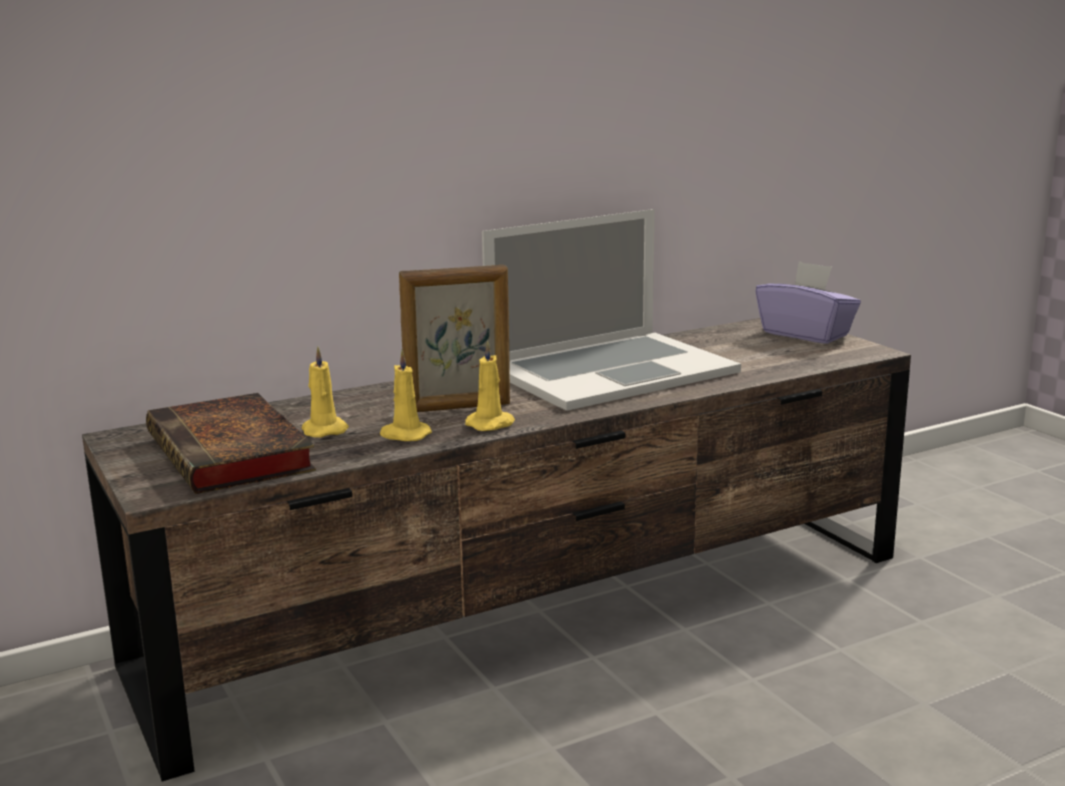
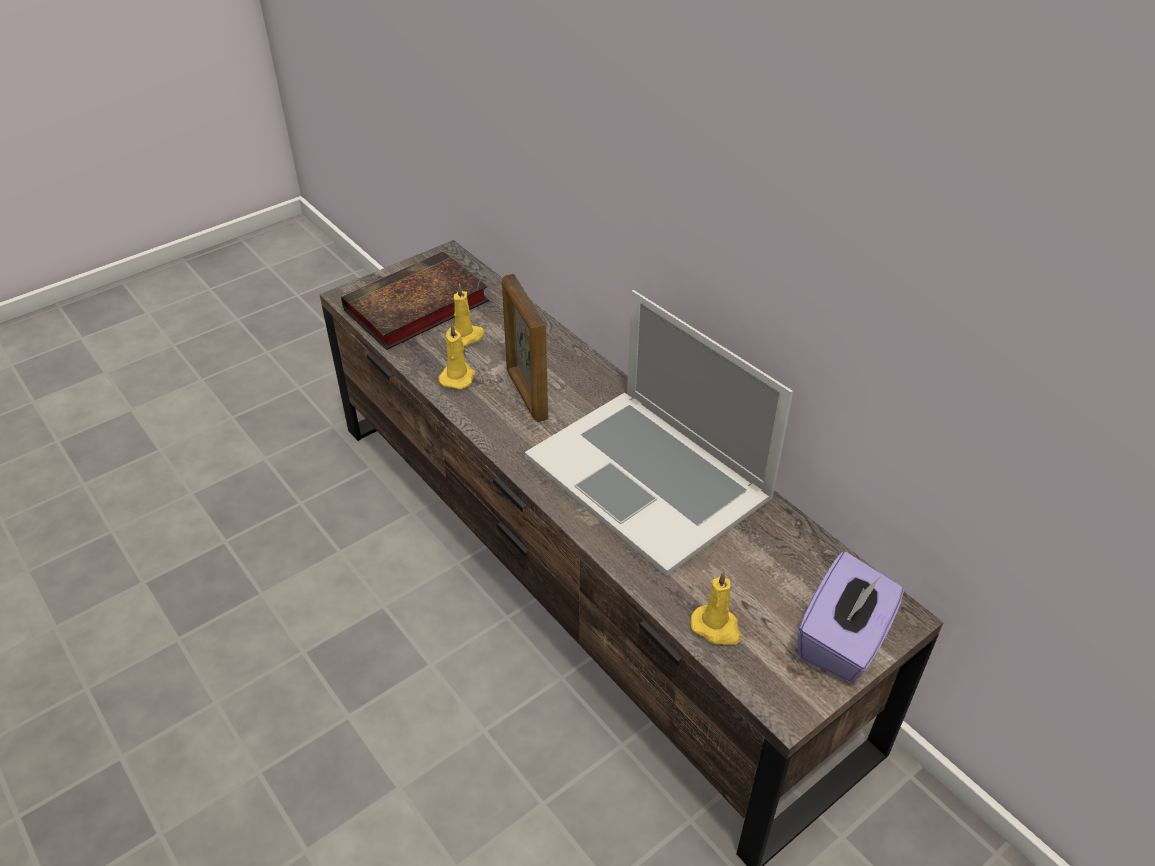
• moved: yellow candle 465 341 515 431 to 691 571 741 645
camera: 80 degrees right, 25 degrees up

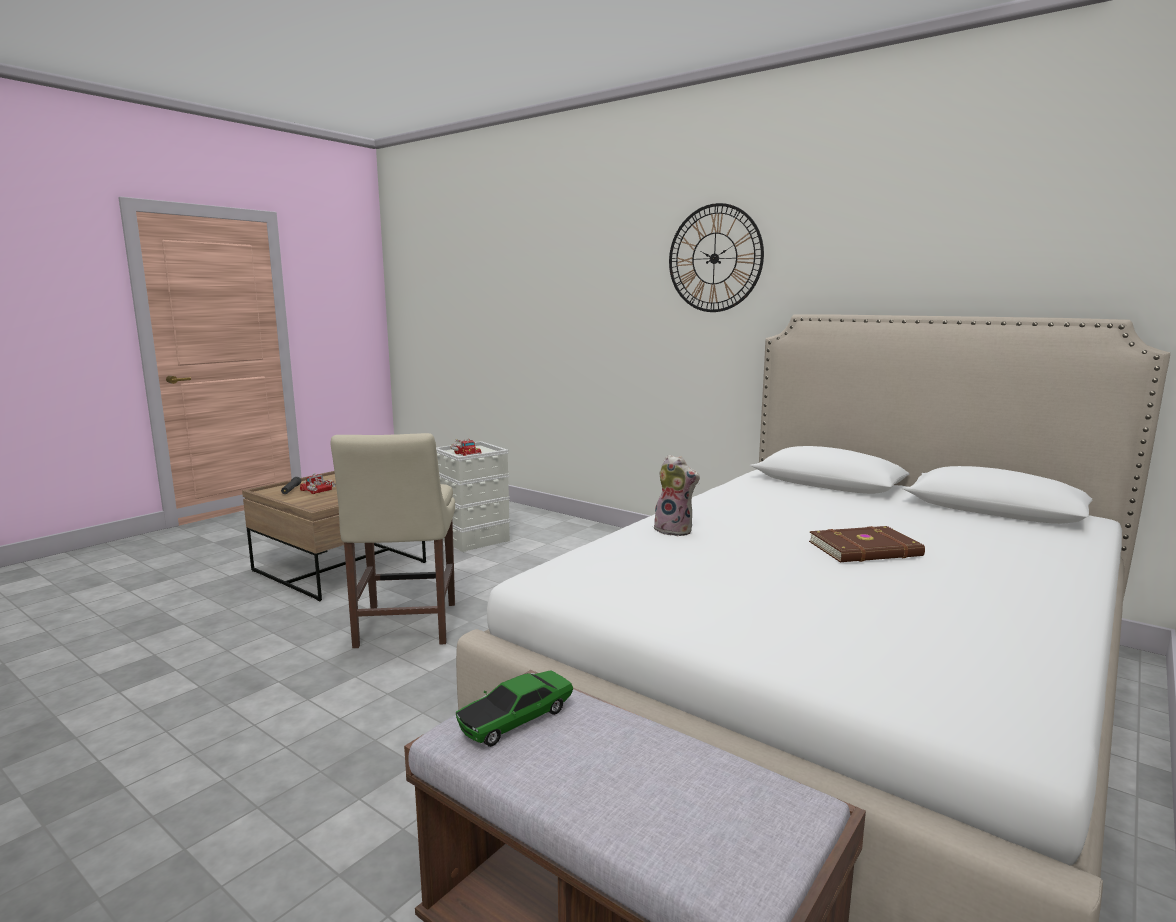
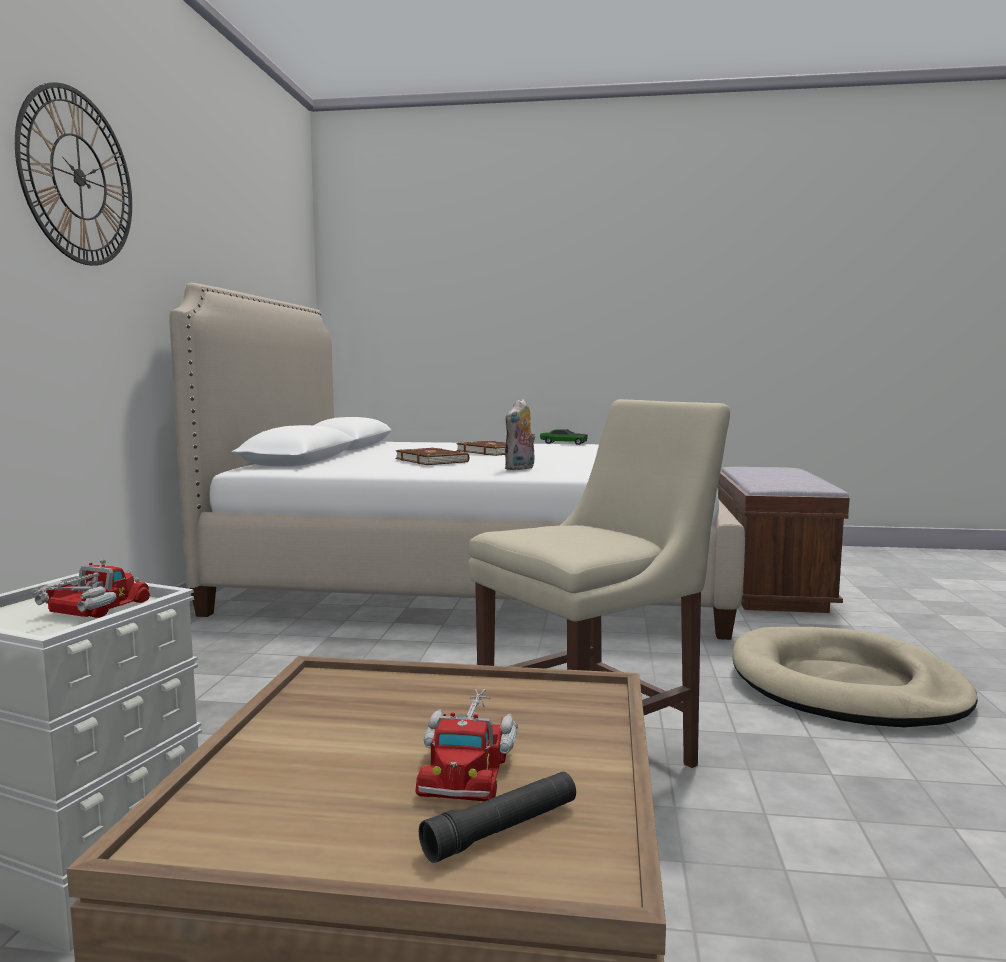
• added: brown book 395 447 469 465
• added: beige dog bed 733 627 978 727
• moved: toy car 456 670 573 747 to 540 429 588 445
• turned: plush toy 654 454 700 536 = 504 399 535 470 150 degrees counterclockwise
camera: 120 degrees left, 5 degrees down

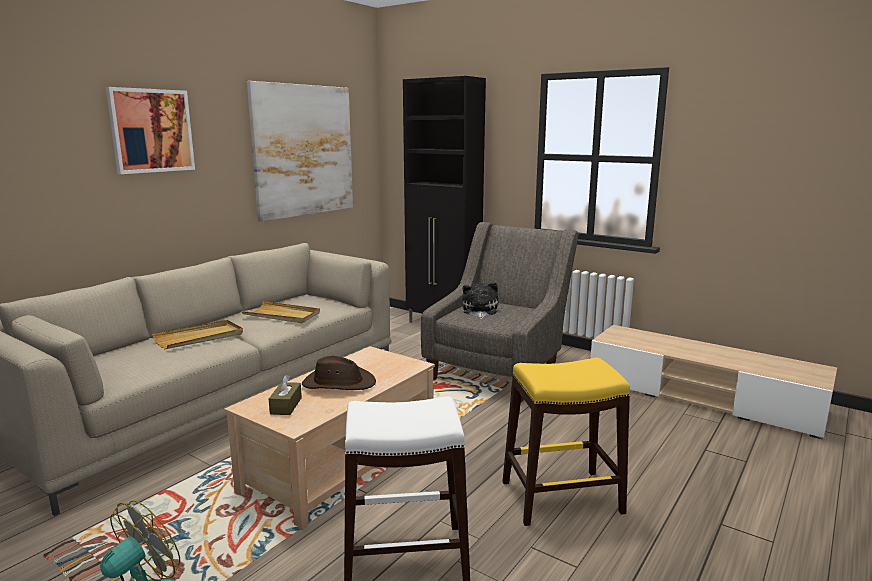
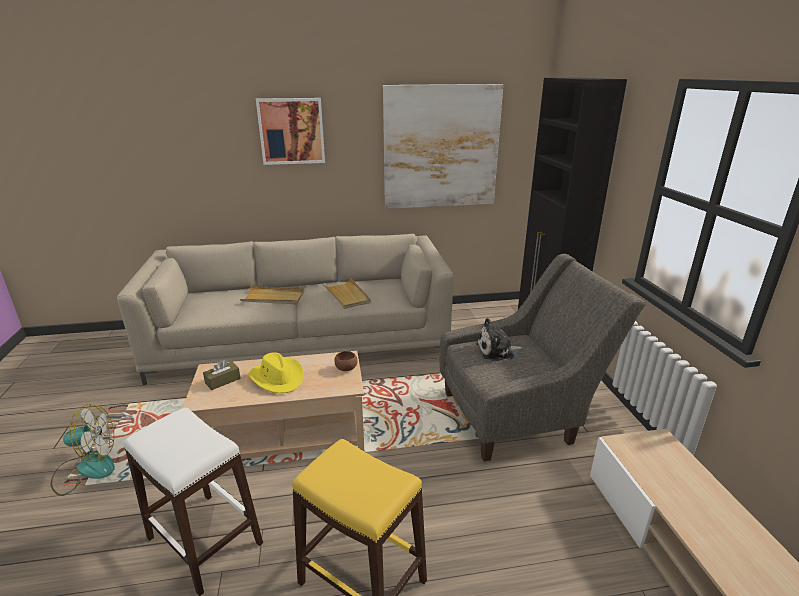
• added: brown bowl 334 351 358 371
• recoloured: brown hat 302 356 376 390 to yellow hat 248 352 303 393
• turned: plush toy 462 282 498 319 = 476 318 523 361 150 degrees counterclockwise
camera: 45 degrees right, 10 degrees up

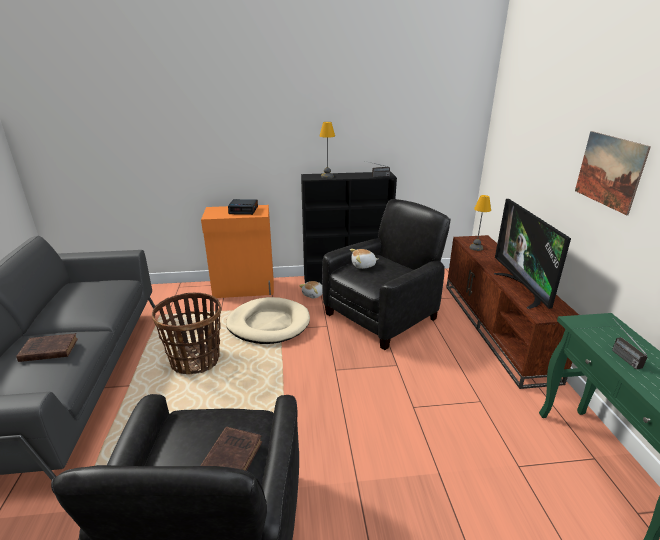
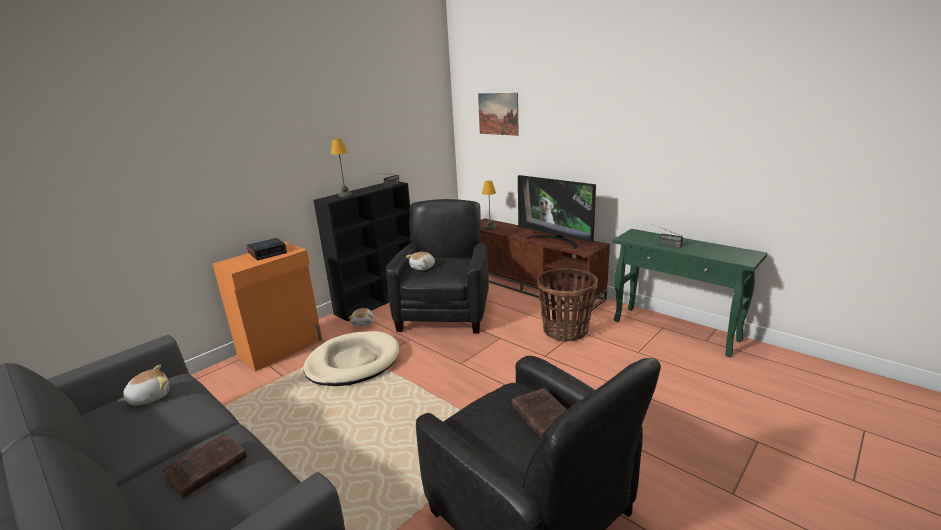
• added: plush toy 118 365 169 406
• moved: basket 152 293 221 374 to 537 268 598 342
• moved: picture 575 131 651 215 to 478 93 519 136
camera: 40 degrees left, 5 degrees down

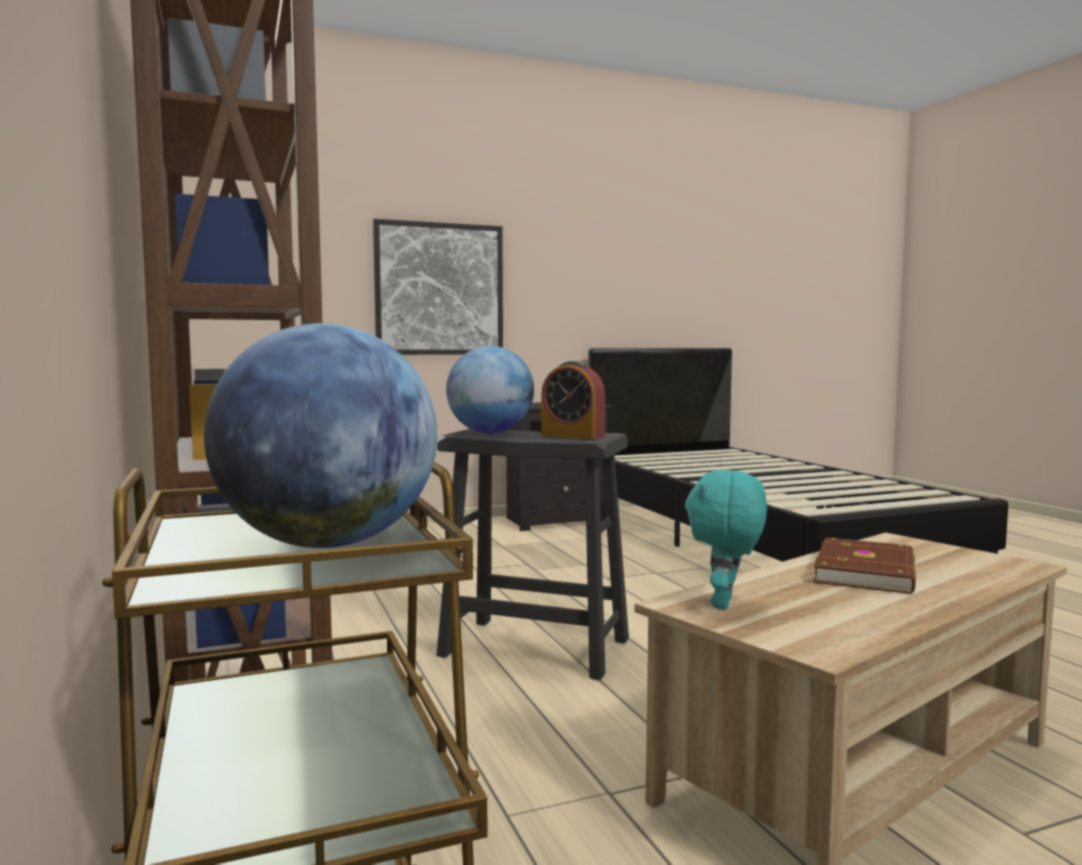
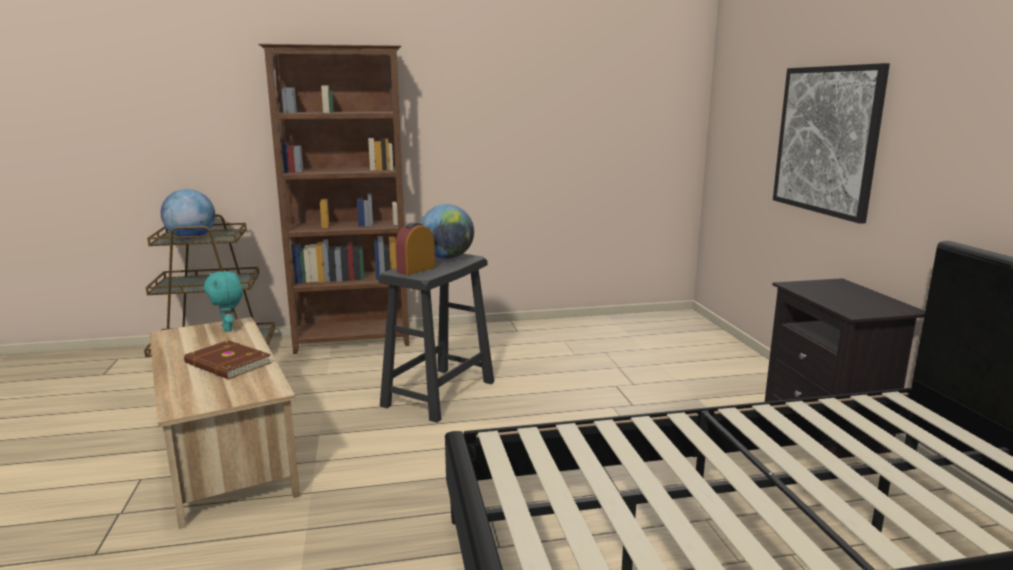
• turned: turquoise plush toy 685 470 767 609 = 204 271 243 332 150 degrees counterclockwise
camera: 100 degrees right, 10 degrees up

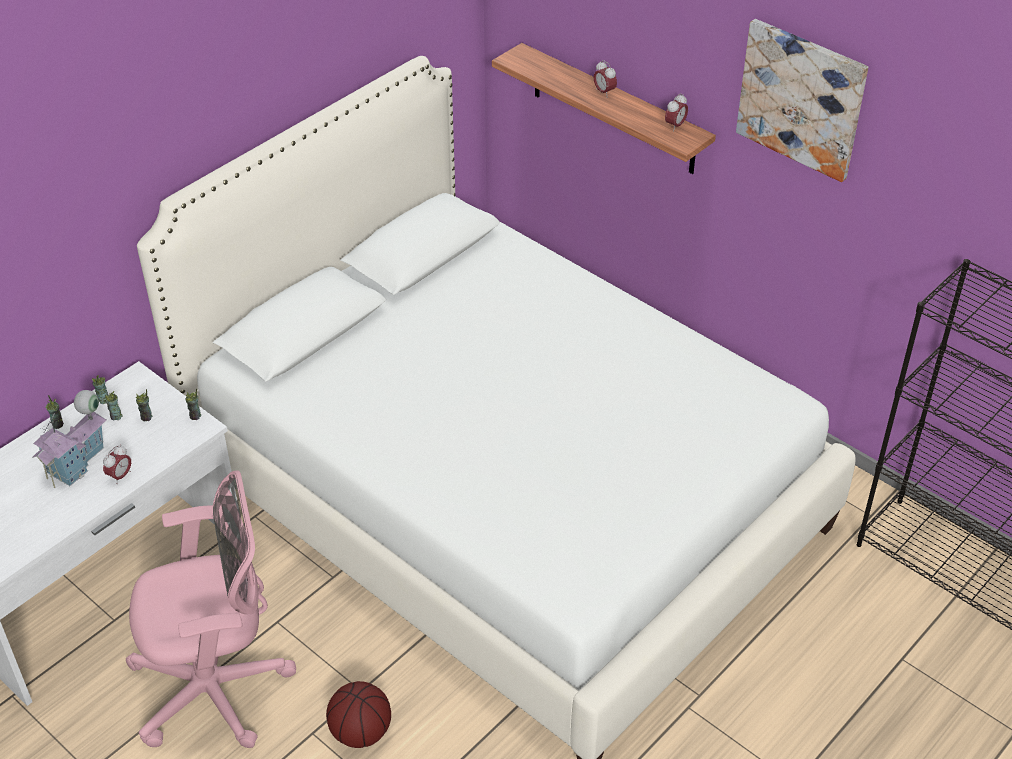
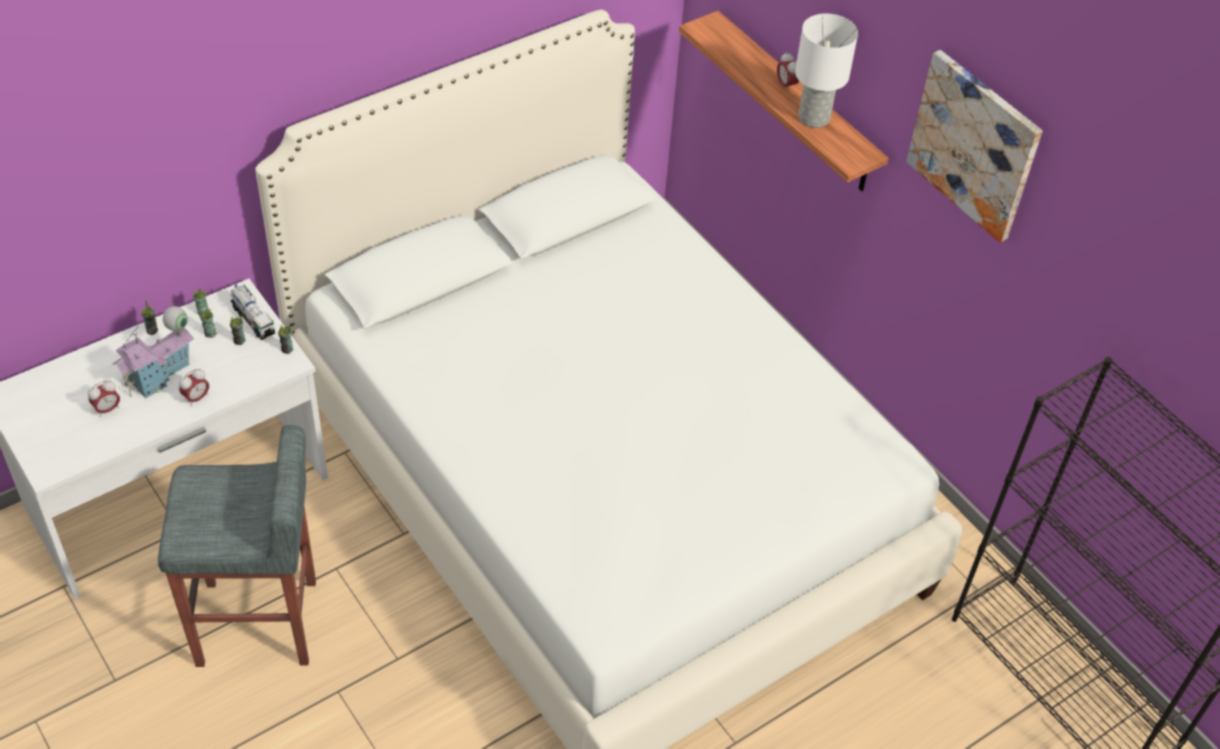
• removed: basketball 326 681 391 748
• added: toy truck 230 284 275 340
• added: white table lamp 795 14 858 128
• moved: alarm clock 665 93 688 129 to 88 380 120 417
• replaced: pink office chair 126 470 296 748 to grey stool 158 425 316 667
camera: 10 degrees right, 5 degrees up

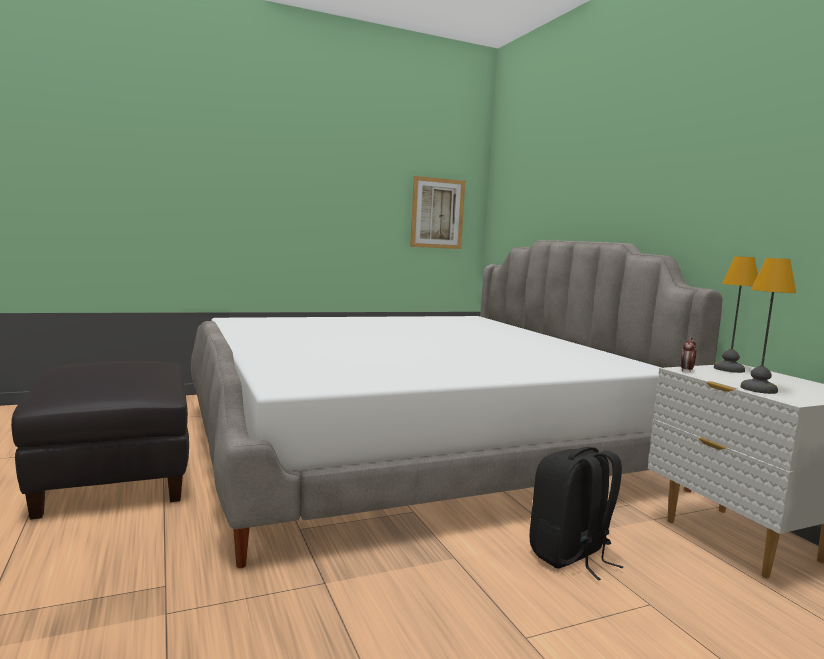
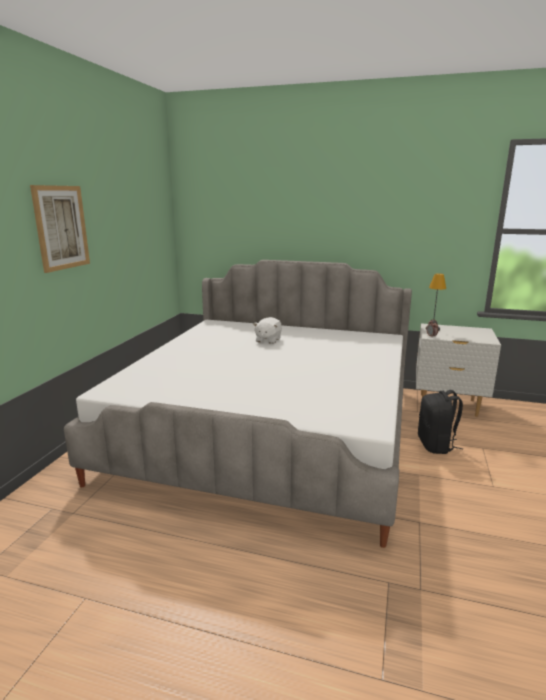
• removed: black ottoman 11 361 189 520
• removed: table lamp 740 258 796 394
• added: white plush toy 253 317 282 344
• moved: picture 410 176 465 249 to 30 185 90 273
camera: 50 degrees left, 10 degrees up

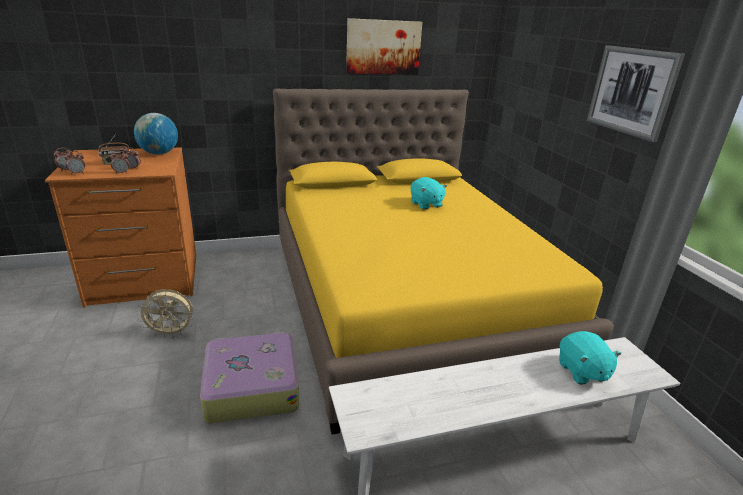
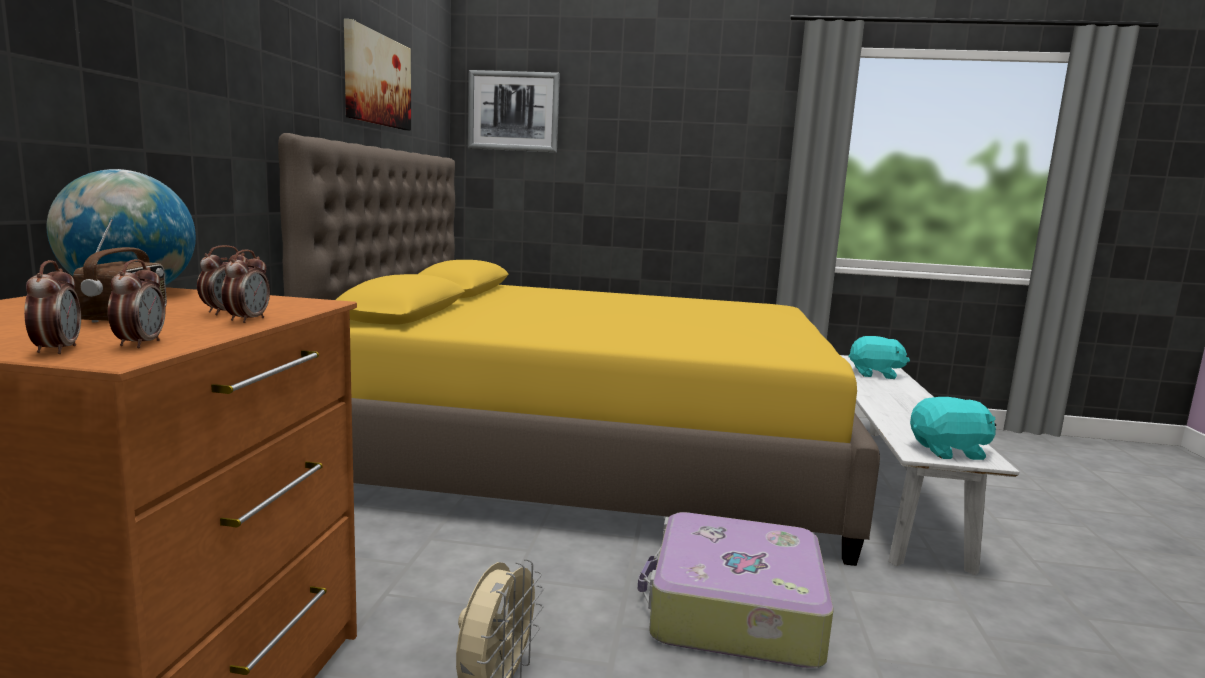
• moved: turquoise plush toy 410 177 447 210 to 910 397 996 460
• moved: picture 587 45 685 142 to 468 70 560 152
camera: 65 degrees left, 15 degrees down

